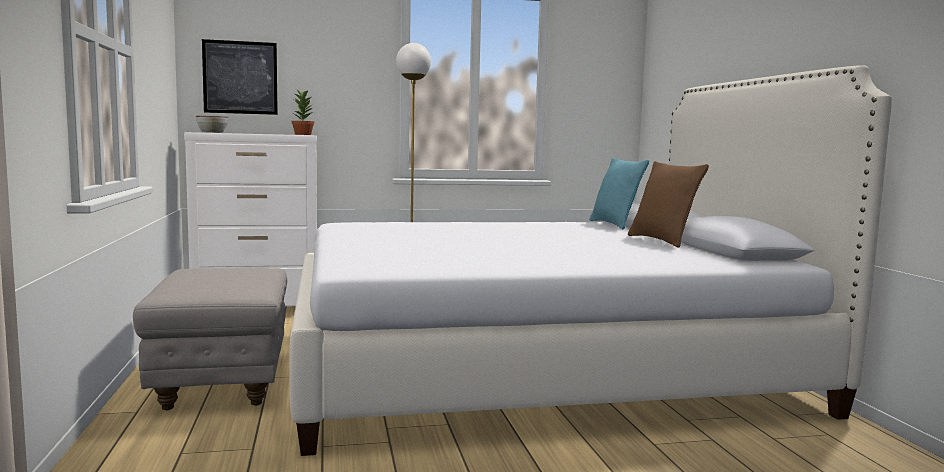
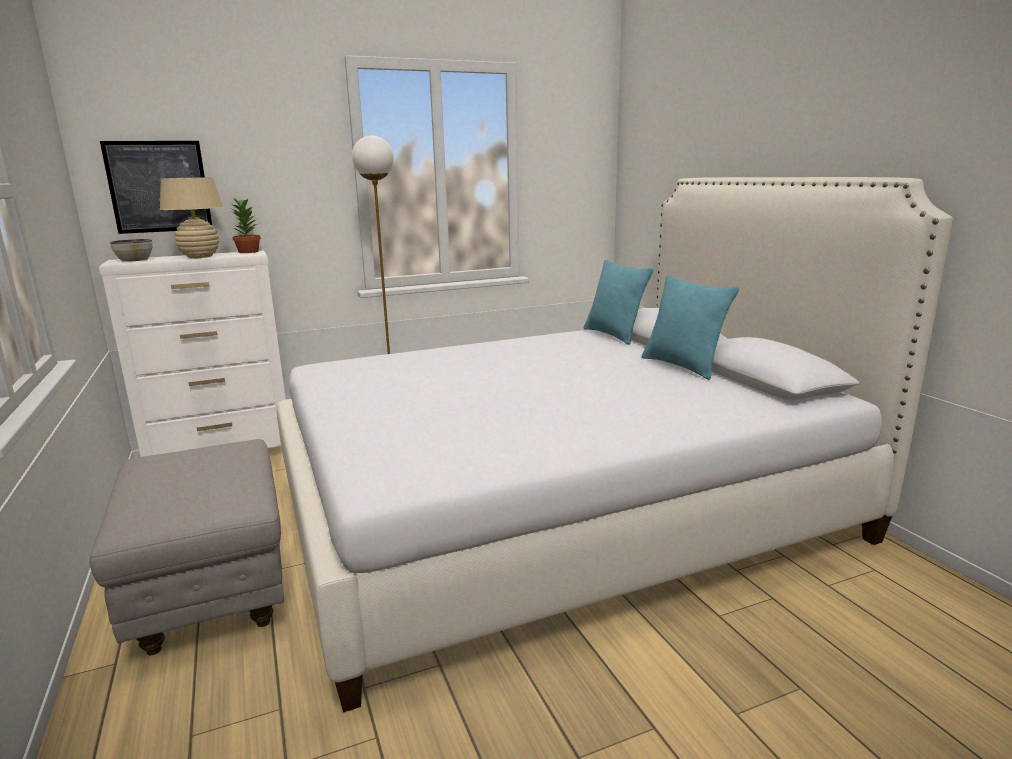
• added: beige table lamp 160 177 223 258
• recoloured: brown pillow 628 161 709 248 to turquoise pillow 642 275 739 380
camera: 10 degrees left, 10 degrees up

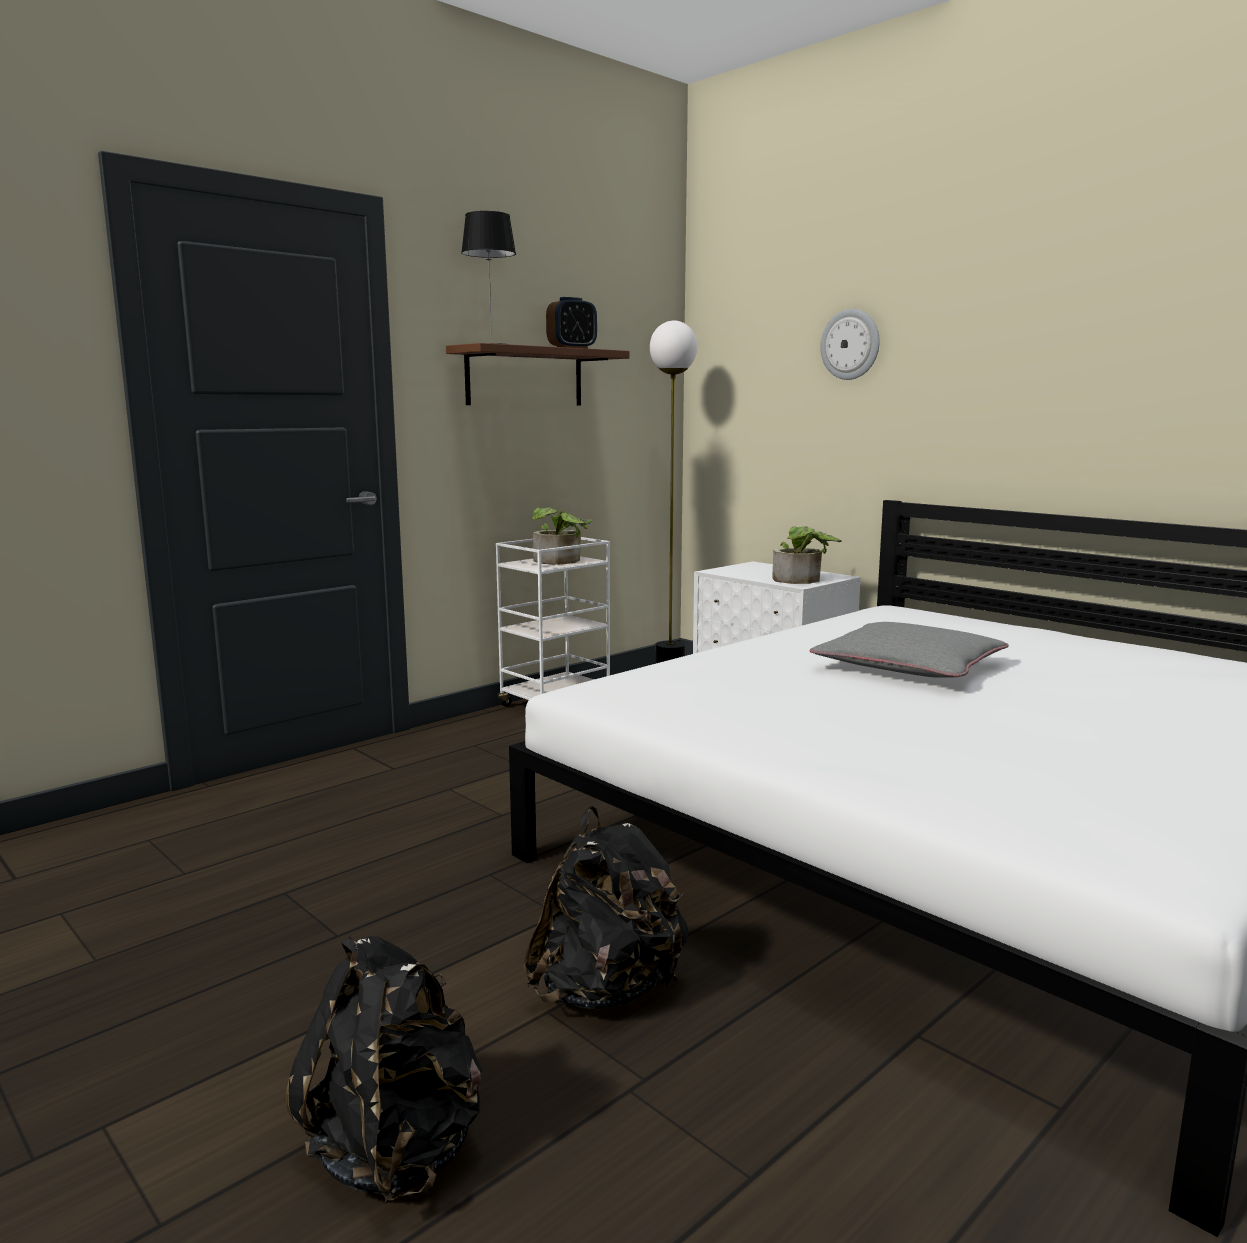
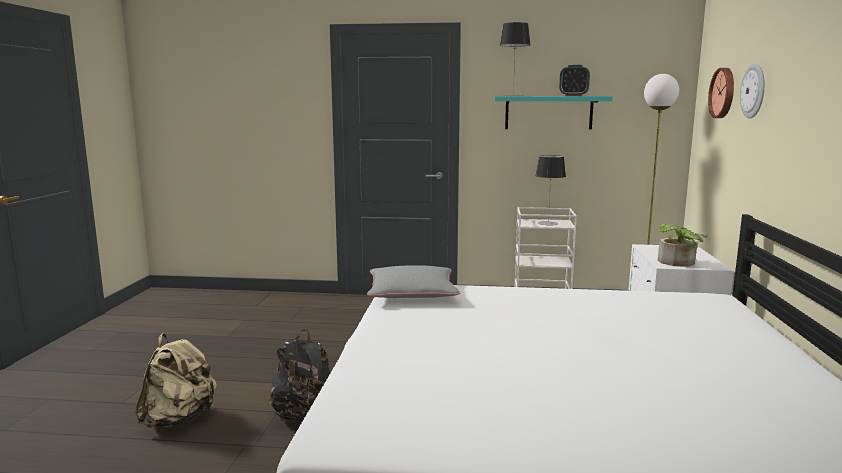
• added: wall clock 708 68 734 118
• moved: grey pillow 810 622 1009 678 to 367 265 460 298
• replaced: potted plant 532 508 592 565 to table lamp 535 155 566 226
• recoloured: black backpack 286 936 482 1204 to beige backpack 136 333 217 428
• recoloured: brown shelf 446 343 630 405 to turquoise shelf 494 96 613 130
camera: 50 degrees right, 0 degrees up

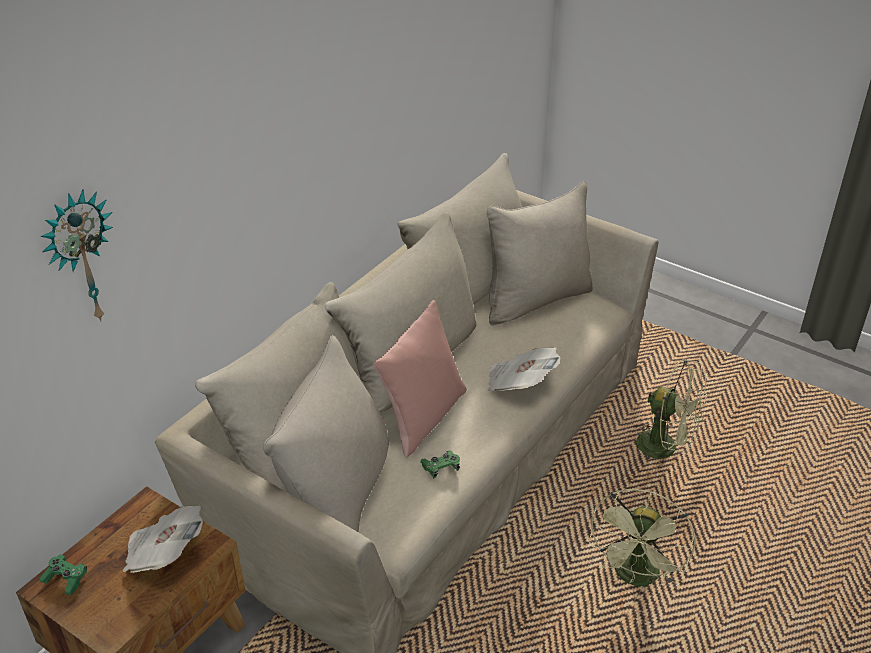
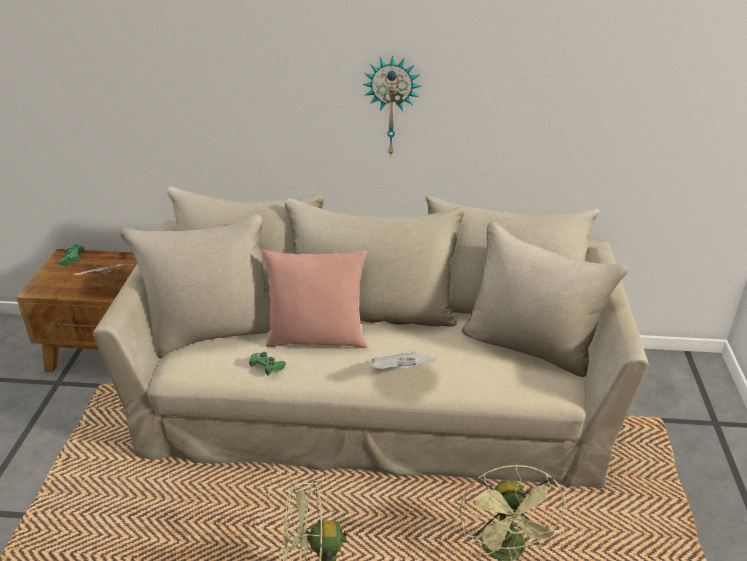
• moved: wall clock 40 189 113 322 to 362 55 421 155
camera: 60 degrees right, 5 degrees down

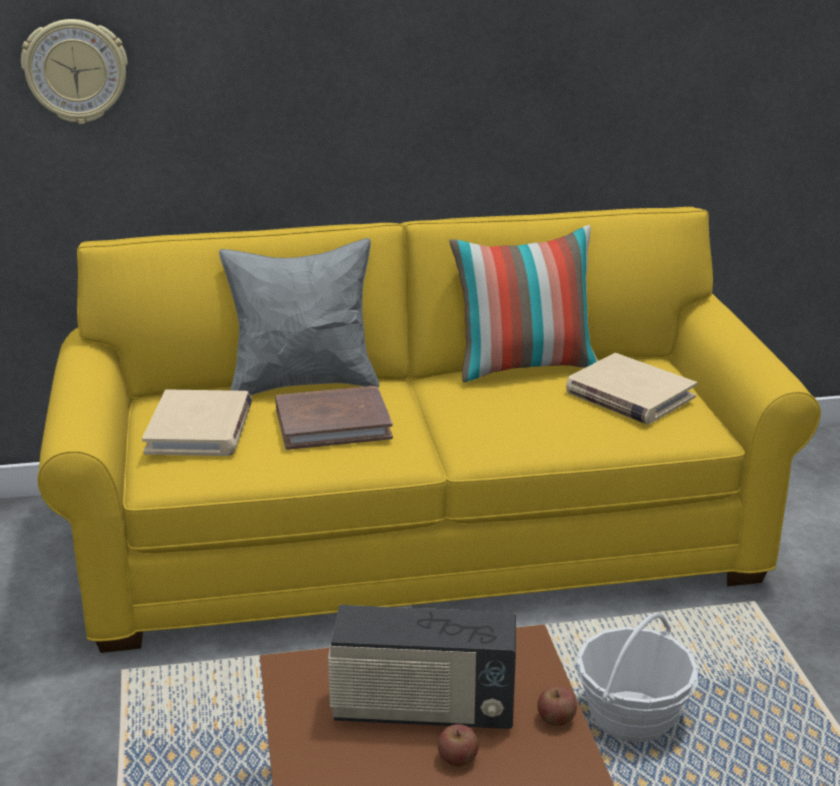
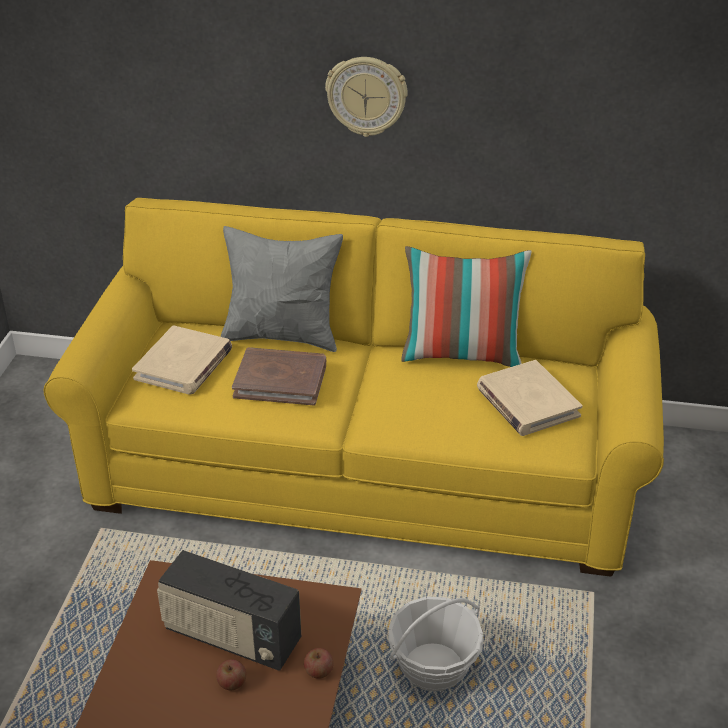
• moved: wall clock 21 19 128 124 to 325 57 408 137
camera: 20 degrees right, 10 degrees up

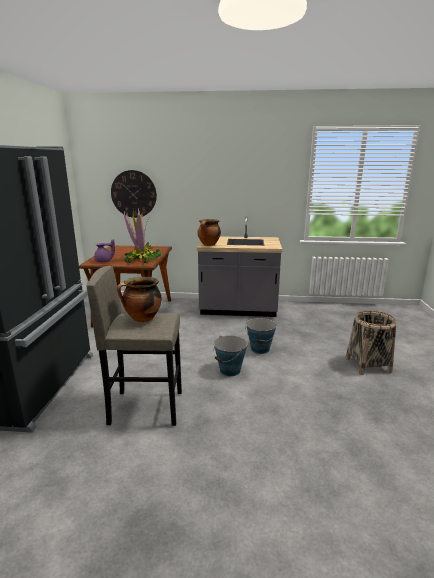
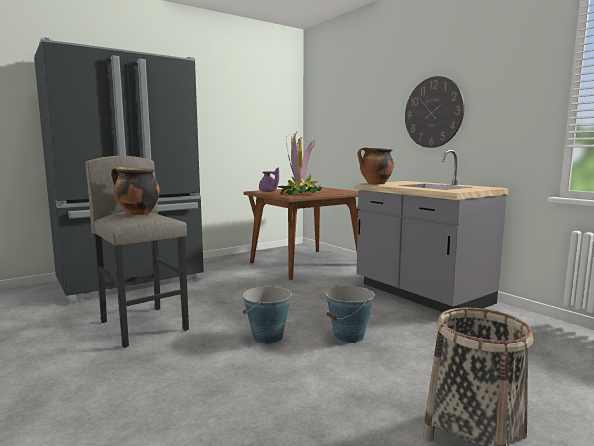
• moved: wall clock 111 170 157 218 to 405 76 465 148
camera: 50 degrees right, 10 degrees down

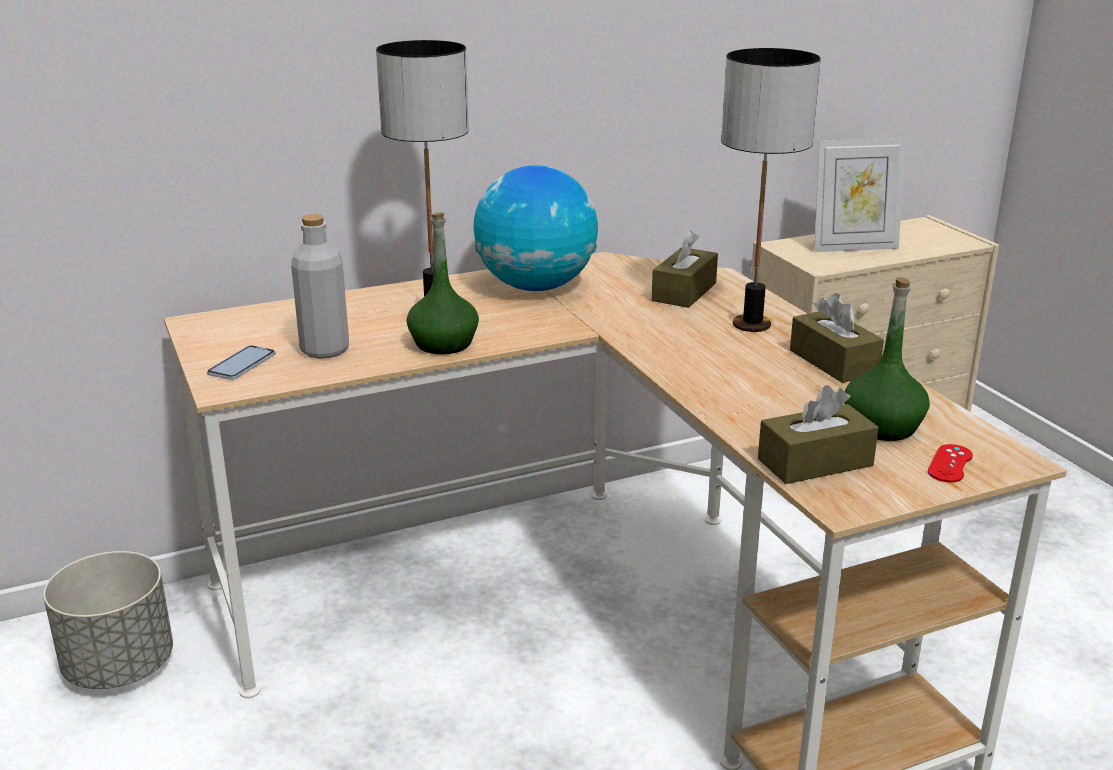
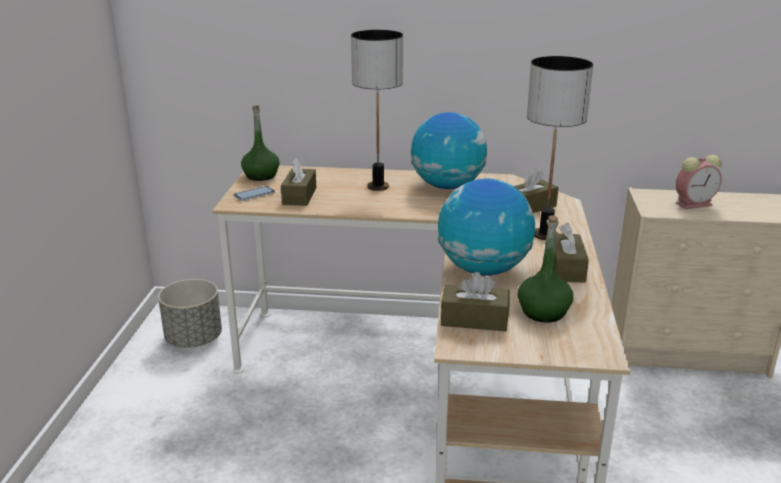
• removed: red game controller 928 444 973 482
• added: globe 438 179 535 275
• moved: green bottle 407 212 479 354 to 241 105 280 181
• replaced: grey bottle 291 214 349 359 to brown tissue box 281 158 316 206
• replaced: picture frame 814 138 906 252 to alarm clock 676 155 722 209
camera: 30 degrees right, 0 degrees up

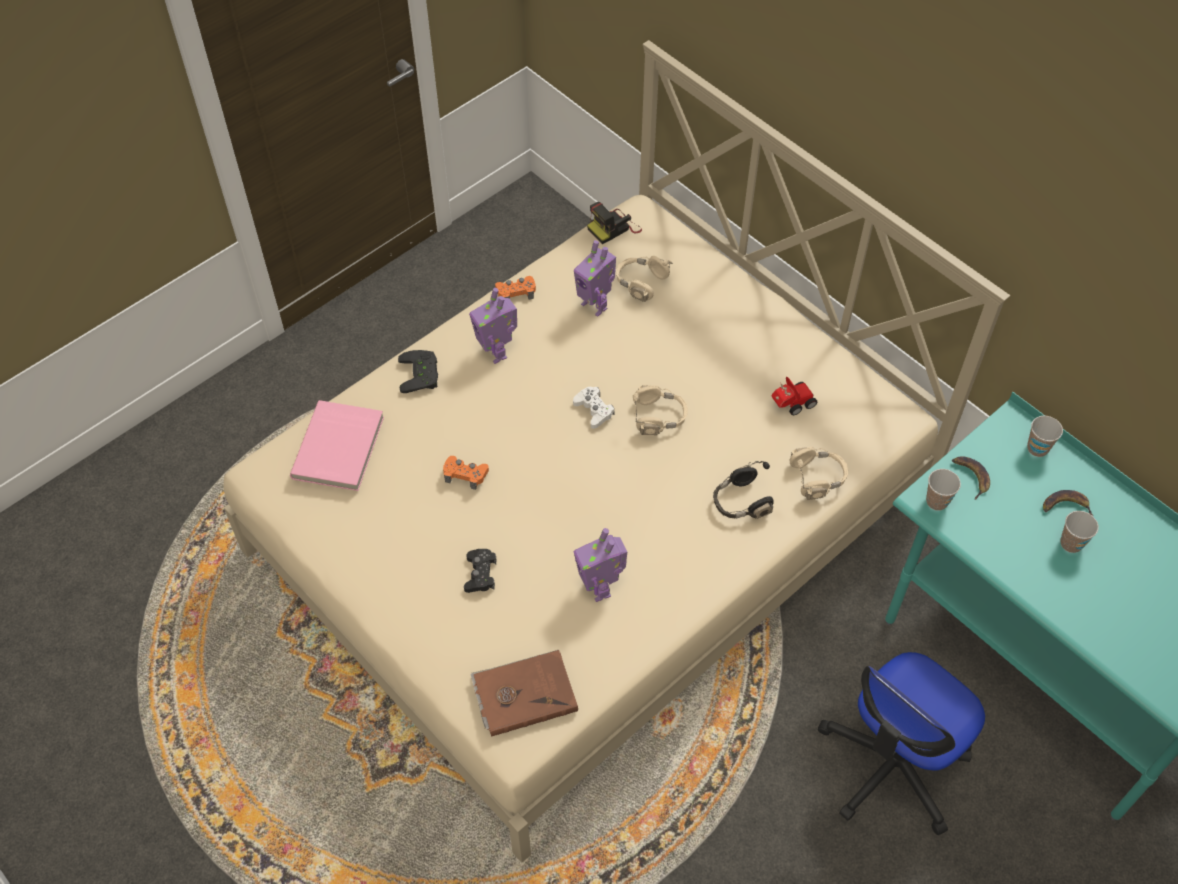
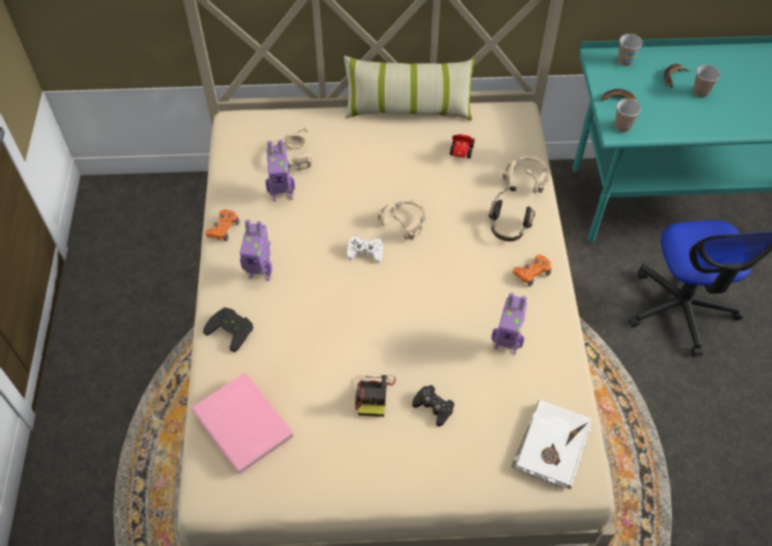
• added: pillow 344 56 475 120
• moved: orange game controller 443 456 489 490 to 513 255 551 287
• moved: photo camera 587 202 642 244 to 355 375 396 417
• recoloured: brown book 470 650 578 737 to white book 511 400 592 490
camera: 50 degrees left, 0 degrees up

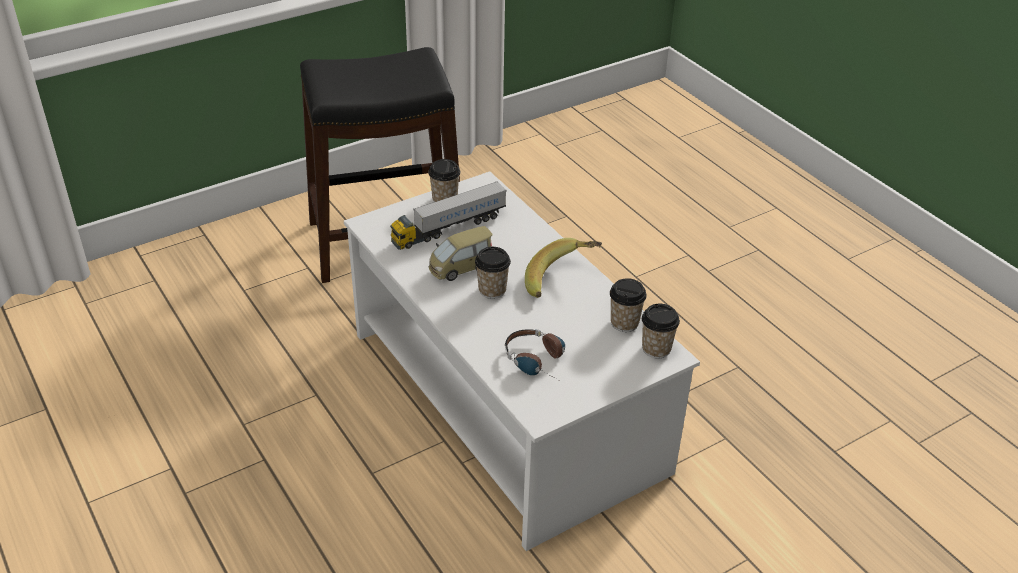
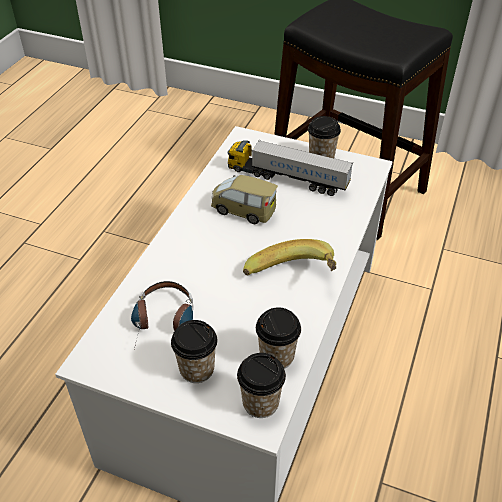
• moved: cup 475 247 511 299 to 171 320 217 383
camera: 55 degrees right, 5 degrees up

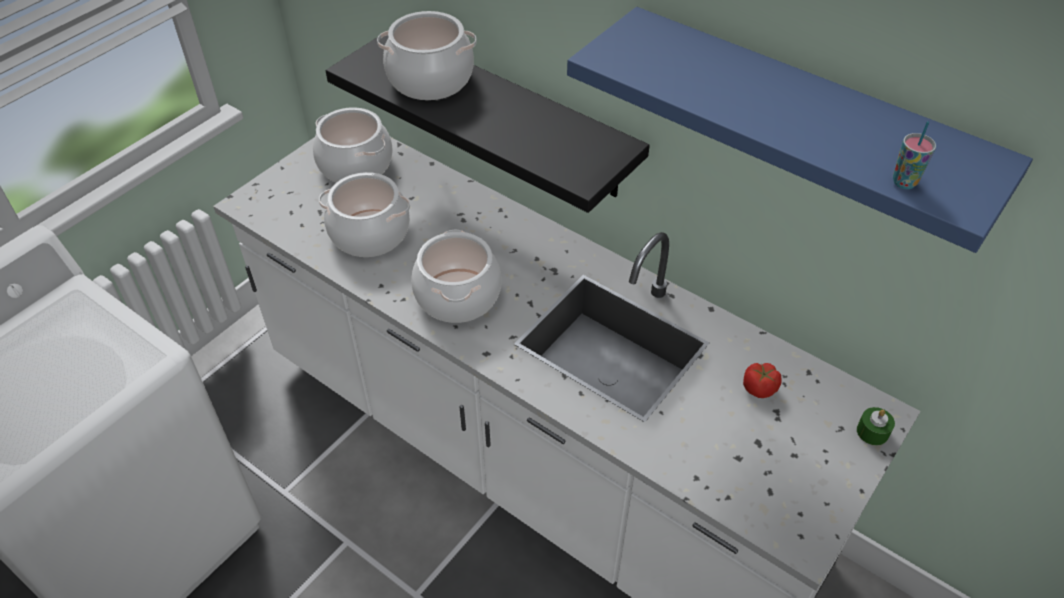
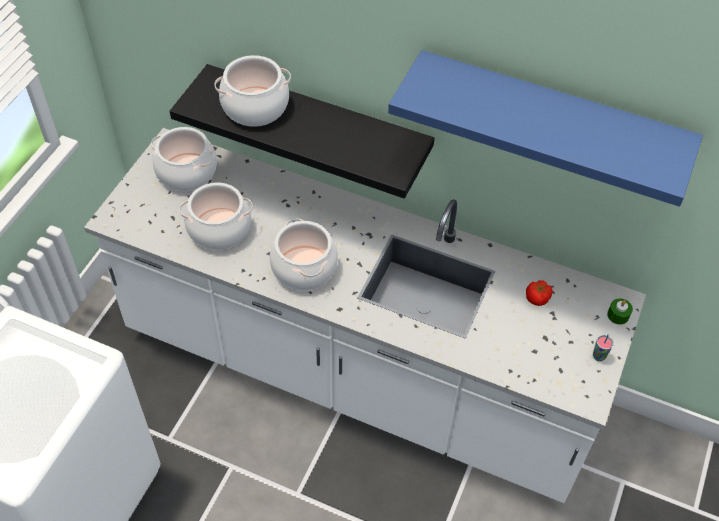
• moved: cup 893 121 936 189 to 593 334 614 361
camera: 15 degrees left, 5 degrees up

